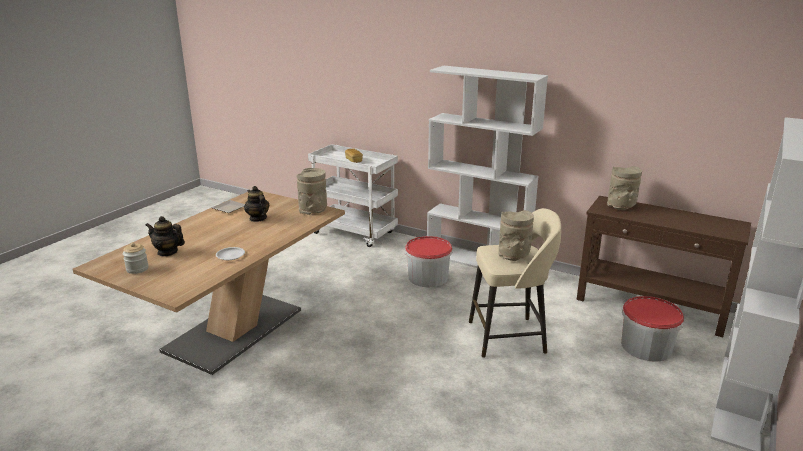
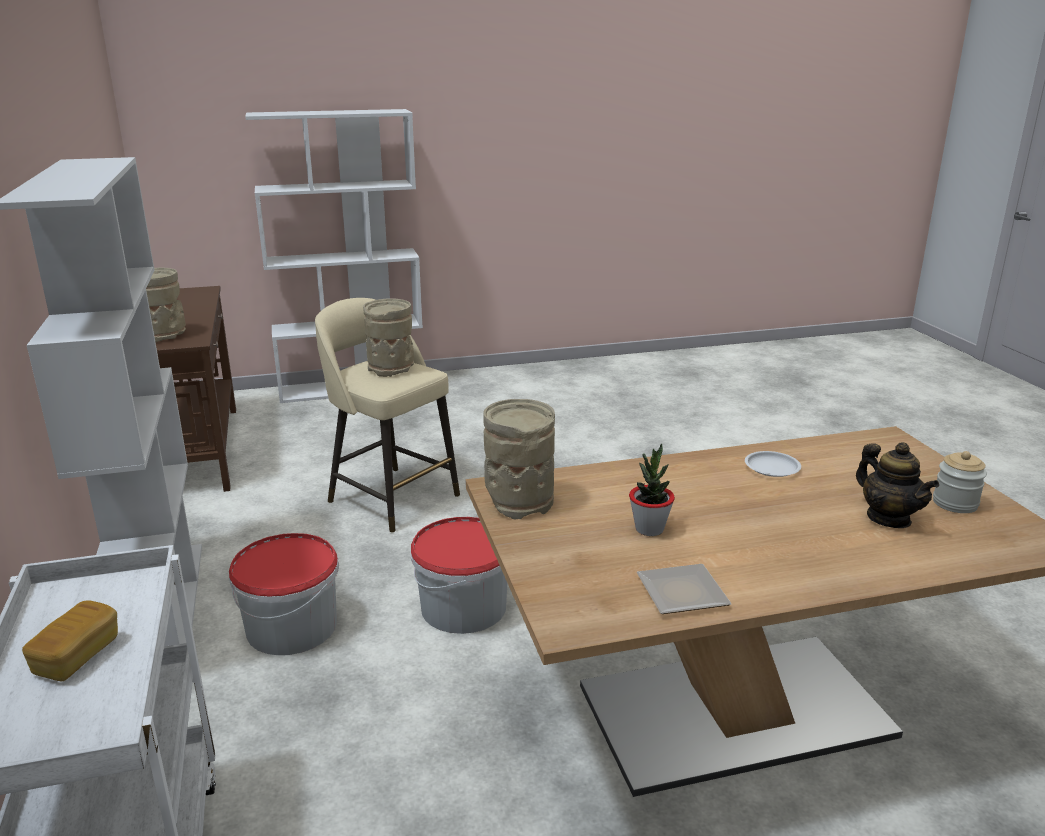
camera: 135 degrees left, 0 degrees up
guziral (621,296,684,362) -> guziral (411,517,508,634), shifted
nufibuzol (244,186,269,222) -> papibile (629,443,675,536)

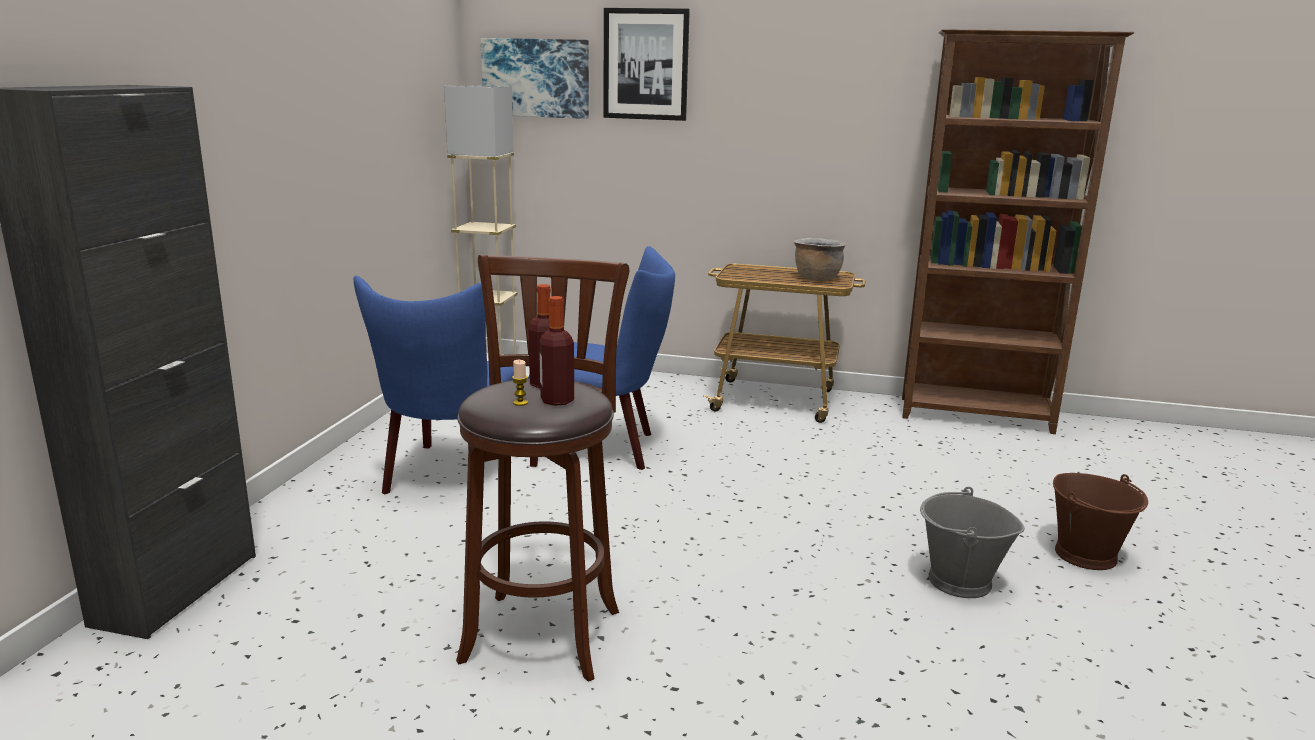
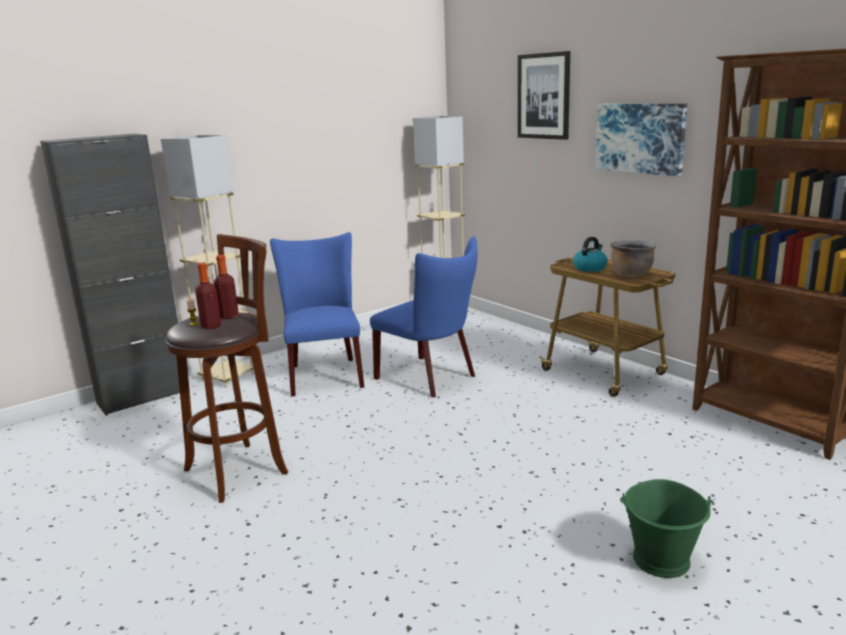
camera: 40 degrees right, 0 degrees up
grey_guziral (920,487,1025,598) -> none
none -> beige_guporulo (161,135,254,387)
none -> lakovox (573,237,608,272)
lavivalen (481,38,589,119) -> lavivalen (596,103,687,176), shifted
brown_guziral (1053,473,1148,570) -> green_guziral (620,479,714,578)
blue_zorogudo (354,276,514,495) -> blue_zorogudo (270,232,365,397), 120 degrees clockwise

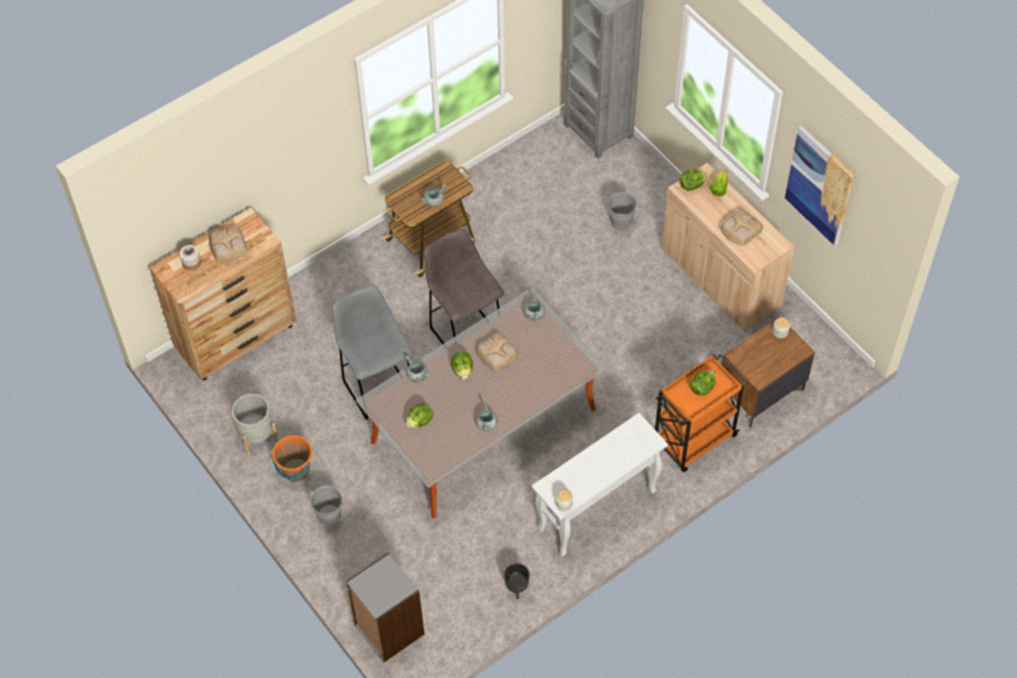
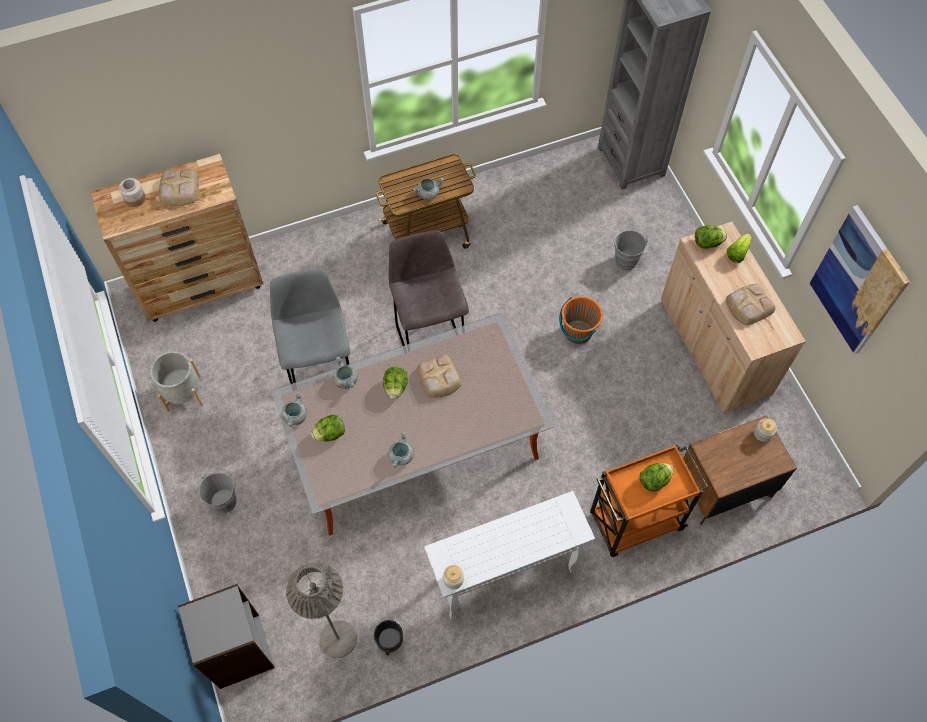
camera: 15 degrees right, 5 degrees up
none -> grey_guporulo (286,562,357,658)
orange_guziral (272,435,312,482) -> orange_guziral (559,296,603,344), shifted
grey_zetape (524,292,545,321) -> grey_zetape (282,392,307,427), shifted

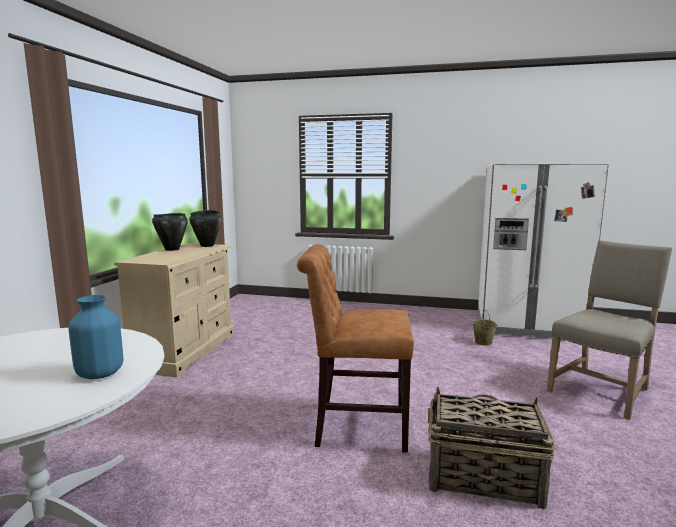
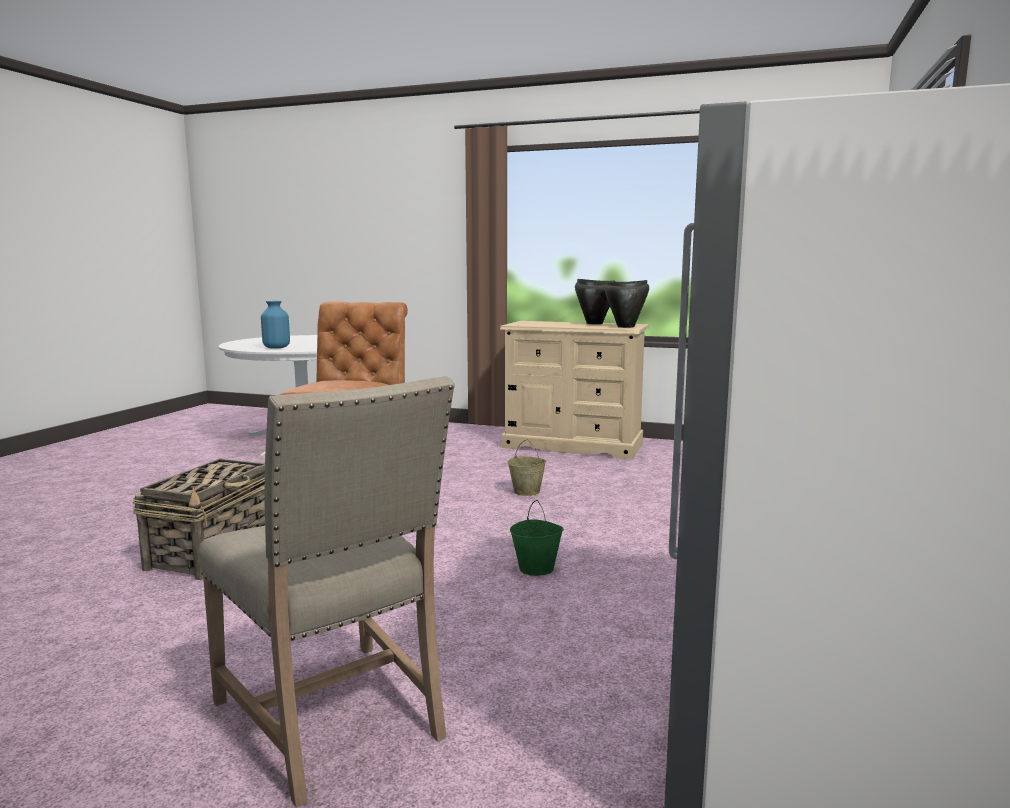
camera: 95 degrees right, 0 degrees up
none -> green_guziral (510,500,563,576)
beige_guziral (472,310,497,346) -> beige_guziral (508,439,546,496), shifted

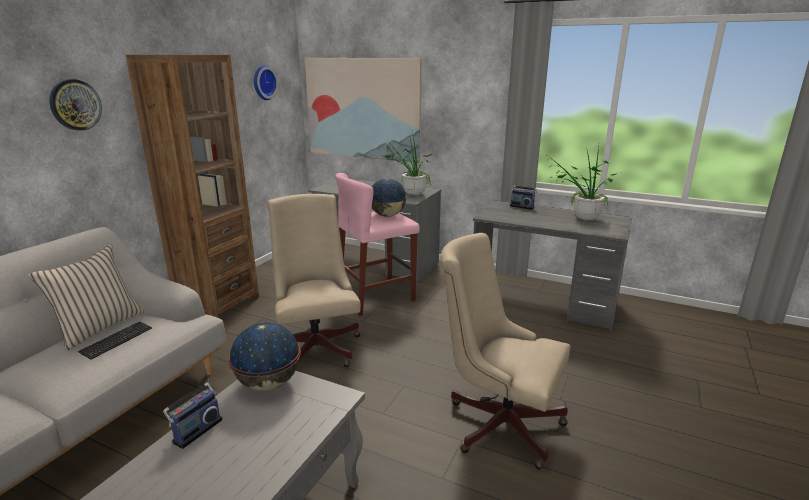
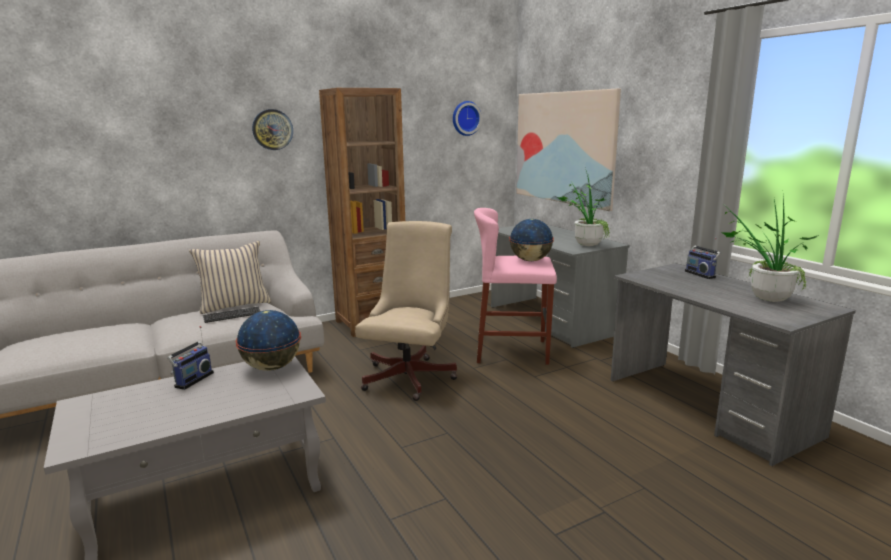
camera: 35 degrees right, 5 degrees down
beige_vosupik (441,233,570,470) -> none
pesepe (163,368,222,449) -> pesepe (167,326,214,390), 45 degrees counterclockwise

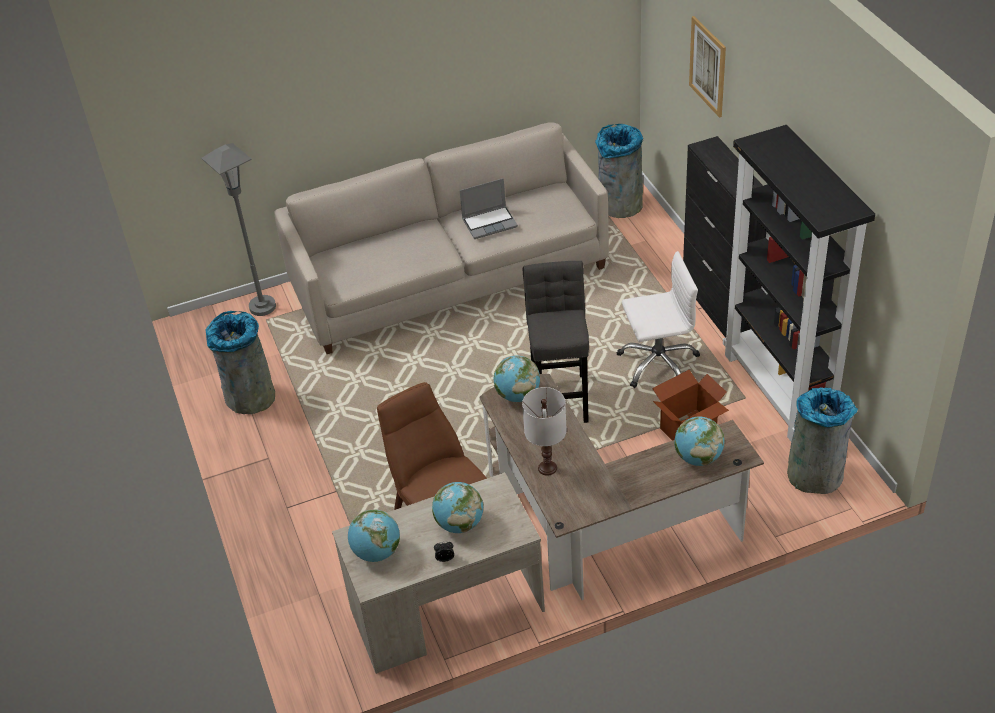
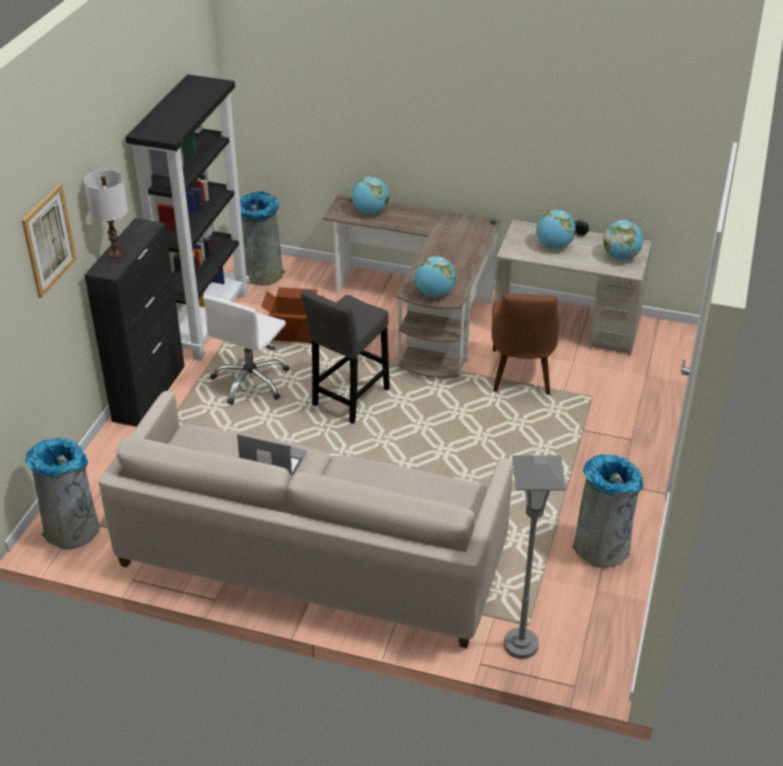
camera: 145 degrees left, 5 degrees down
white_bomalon (522,387,567,476) -> white_bomalon (84,170,128,259), shifted
white_vosupik (617,251,700,388) -> white_vosupik (203,295,290,405), 90 degrees counterclockwise

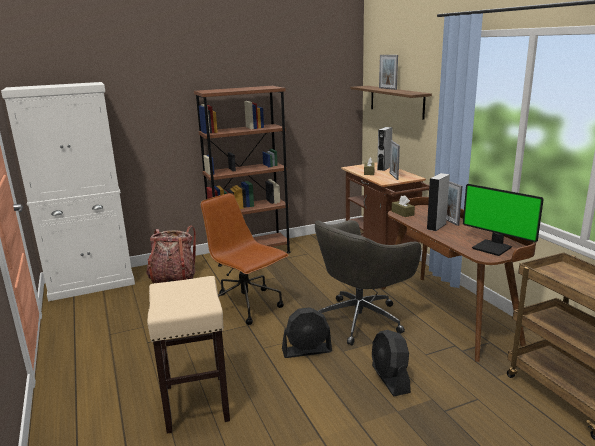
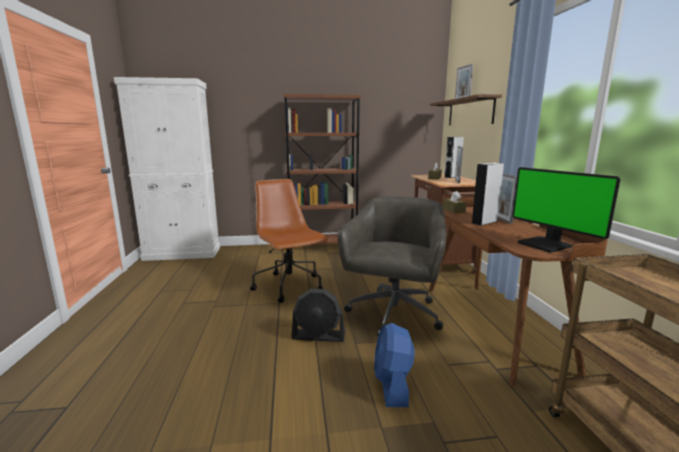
camera: 15 degrees right, 5 degrees down
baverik (146,225,196,284) -> none
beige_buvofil (147,276,230,434) -> none
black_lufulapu (372,330,411,396) -> blue_lufulapu (374,323,414,407)
grey_vosupik (315,220,421,345) -> grey_vosupik (338,196,446,336), 135 degrees clockwise

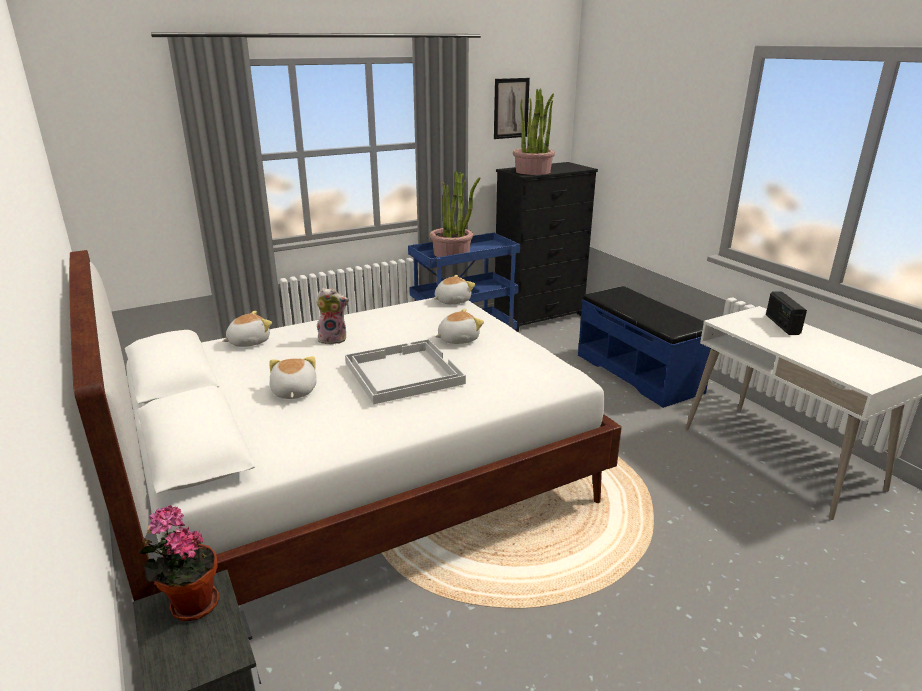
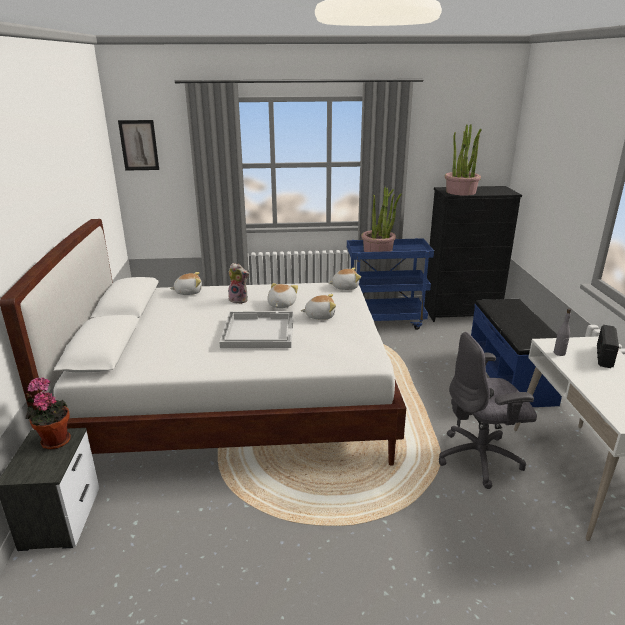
camera: 25 degrees right, 0 degrees up
none -> grey_vosupik (439,332,537,489)
none -> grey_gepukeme (554,309,571,356)
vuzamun (269,356,317,399) -> vuzamun (267,283,298,308), shifted
lavivalen (494,78,530,139) -> lavivalen (118,120,159,171), shifted

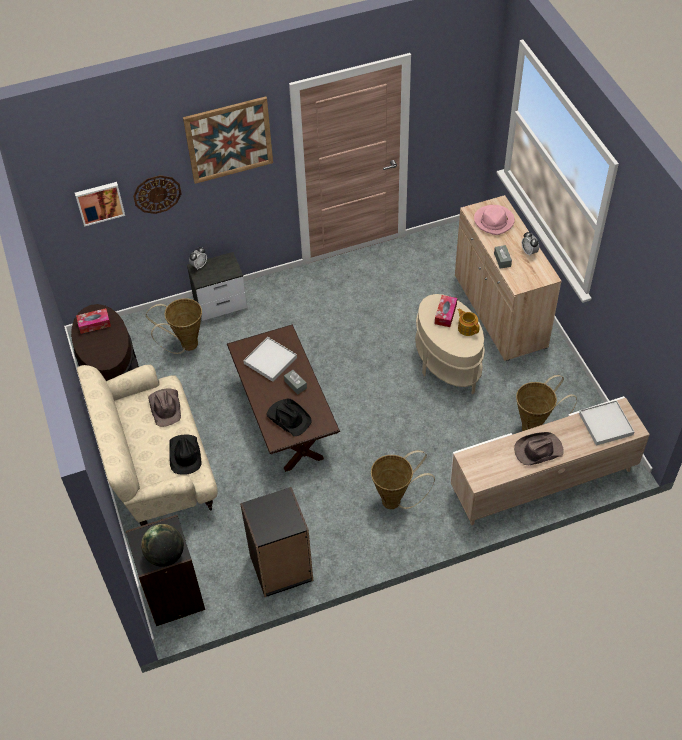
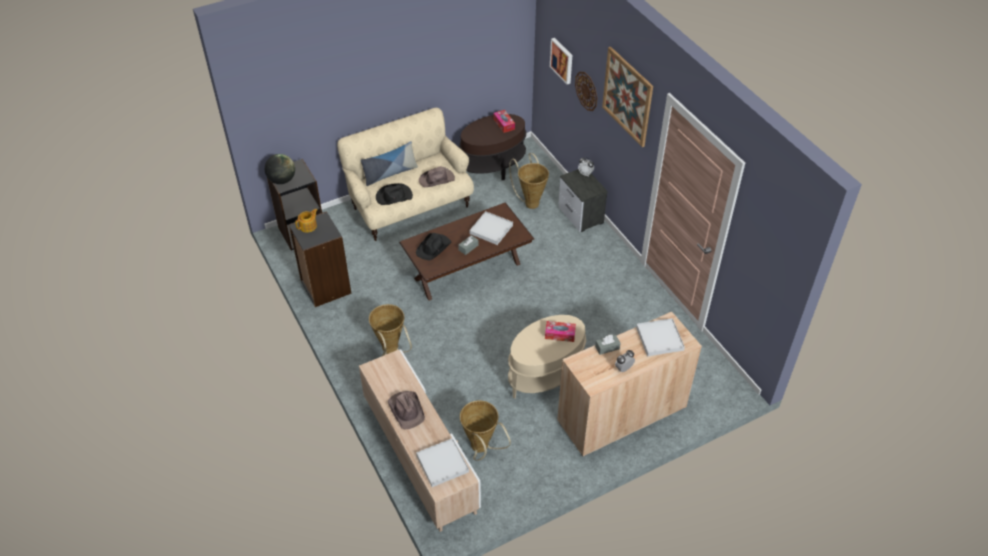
camera: 80 degrees right, 5 degrees down
none -> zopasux (360,141,418,186)
nufibuzol (458,308,480,336) -> nufibuzol (295,209,317,233), shifted
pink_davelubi (474,205,515,235) -> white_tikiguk (636,318,685,356)

